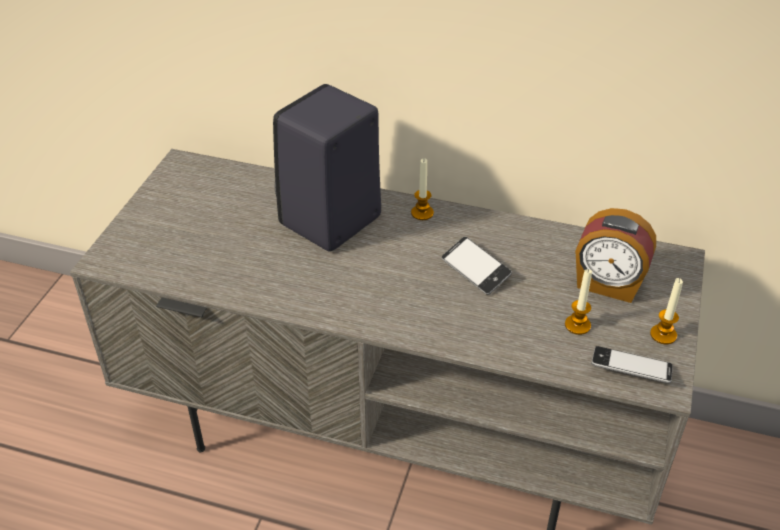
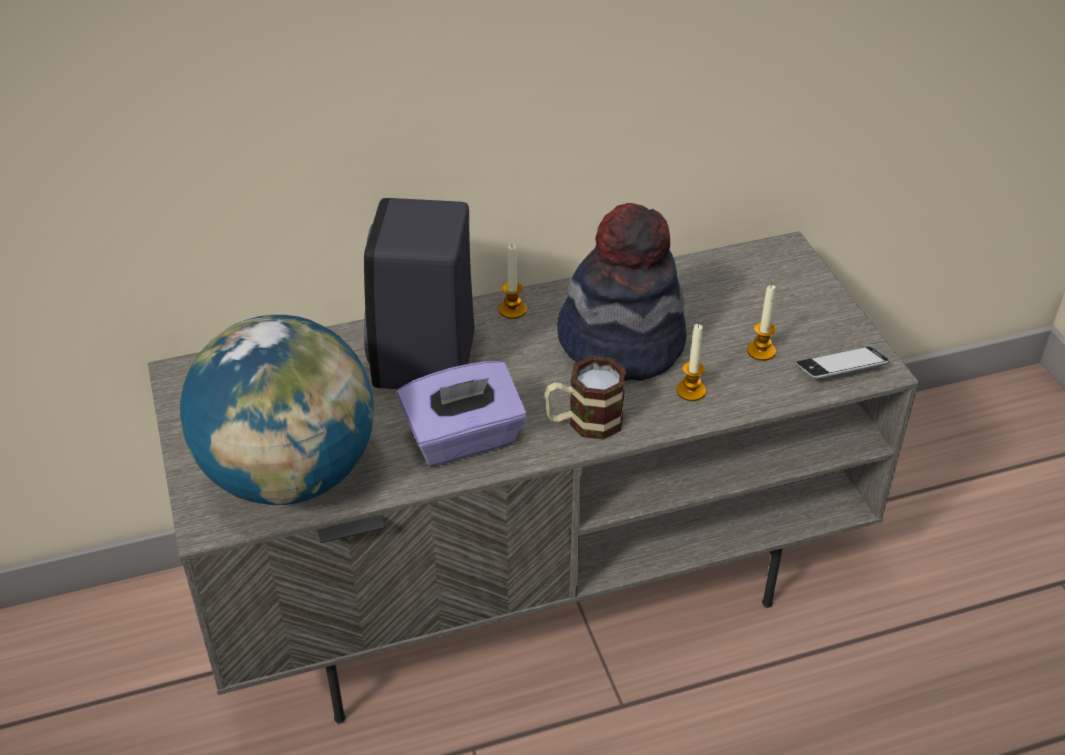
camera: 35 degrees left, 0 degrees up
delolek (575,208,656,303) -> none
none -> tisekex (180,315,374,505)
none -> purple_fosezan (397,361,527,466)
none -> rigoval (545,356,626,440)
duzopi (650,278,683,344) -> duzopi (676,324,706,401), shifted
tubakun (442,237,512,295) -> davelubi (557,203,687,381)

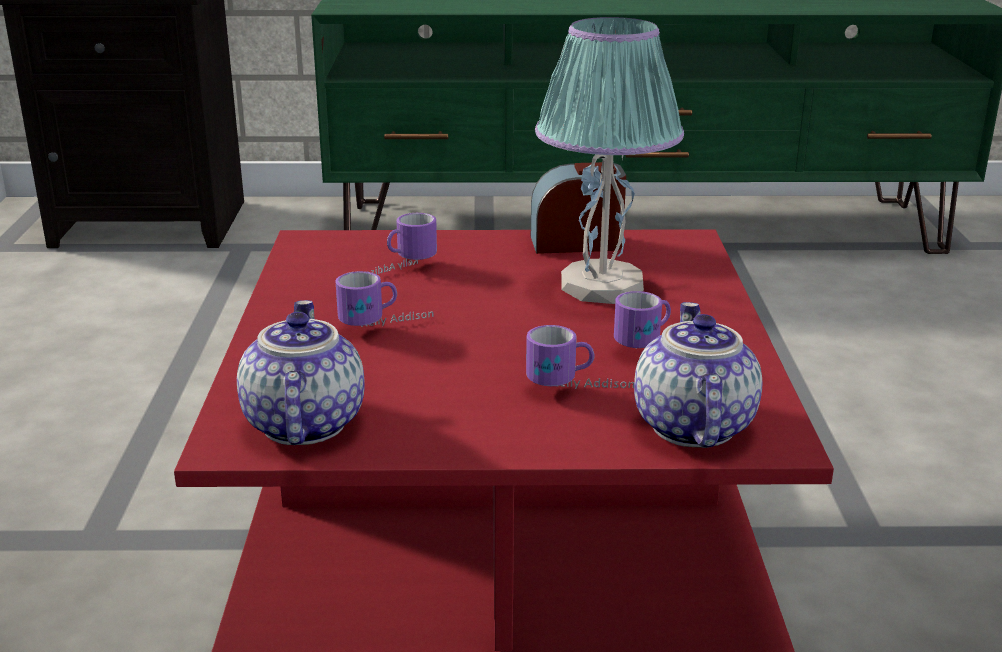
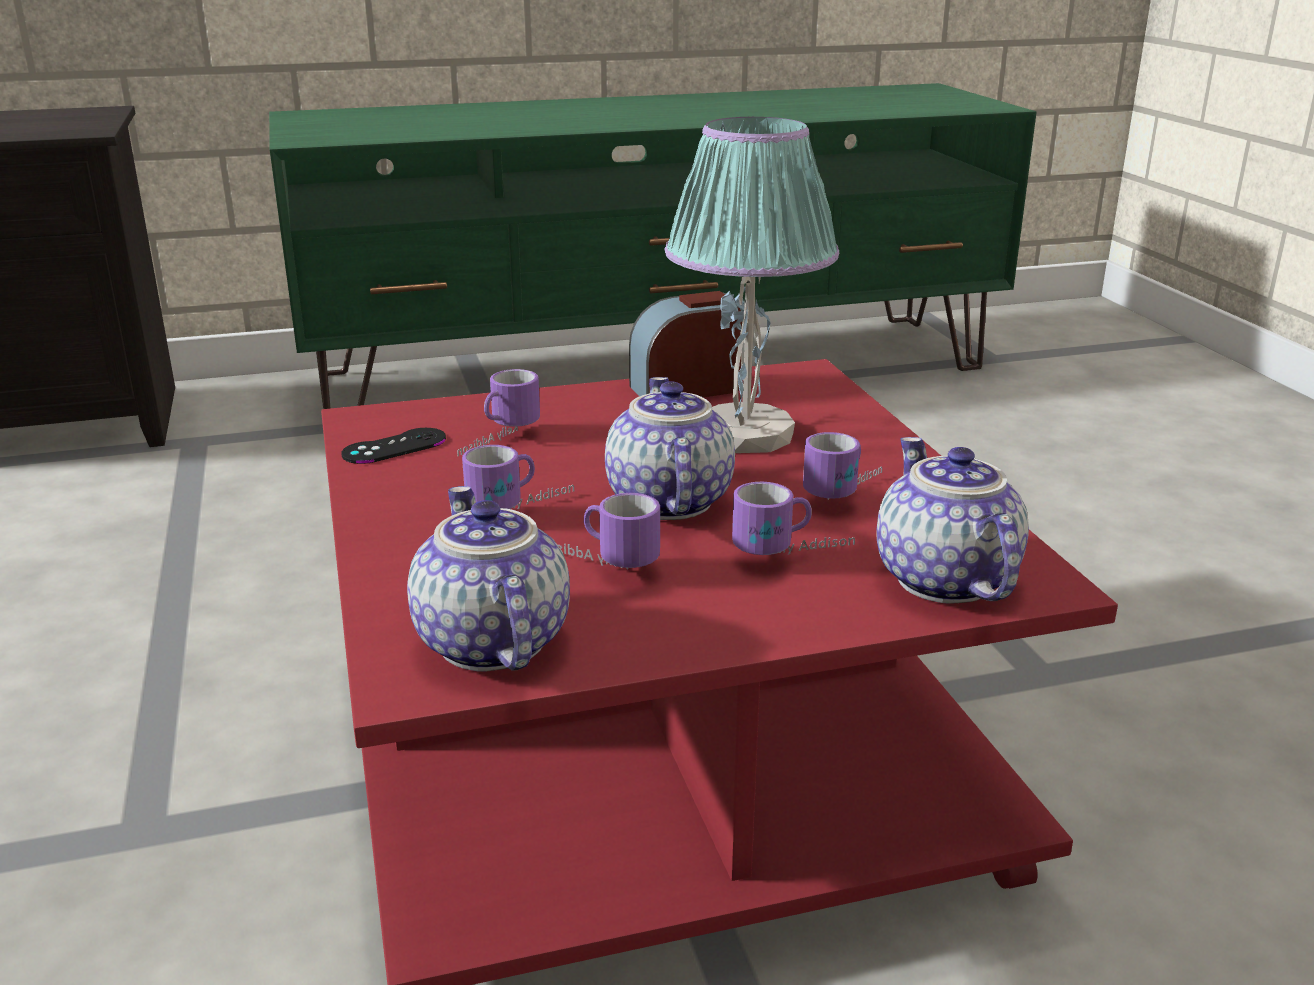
camera: 15 degrees left, 0 degrees up
none -> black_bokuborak (341,428,446,464)
none -> rigoval (558,493,660,569)
none -> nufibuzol (605,377,735,520)

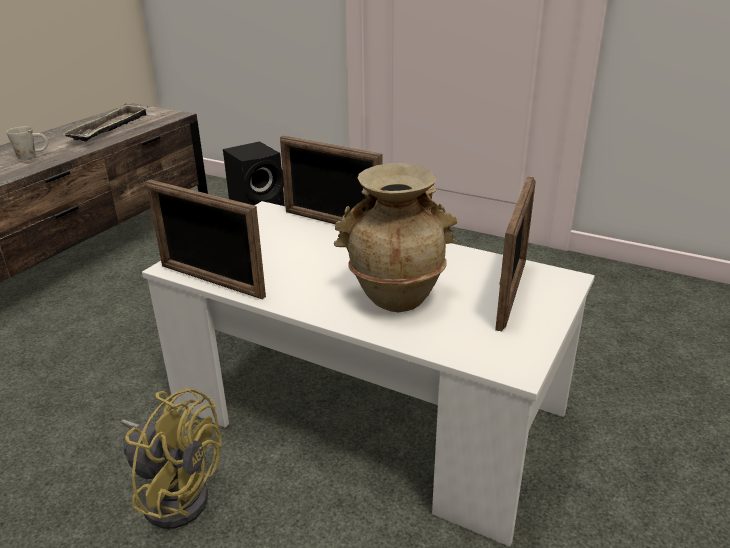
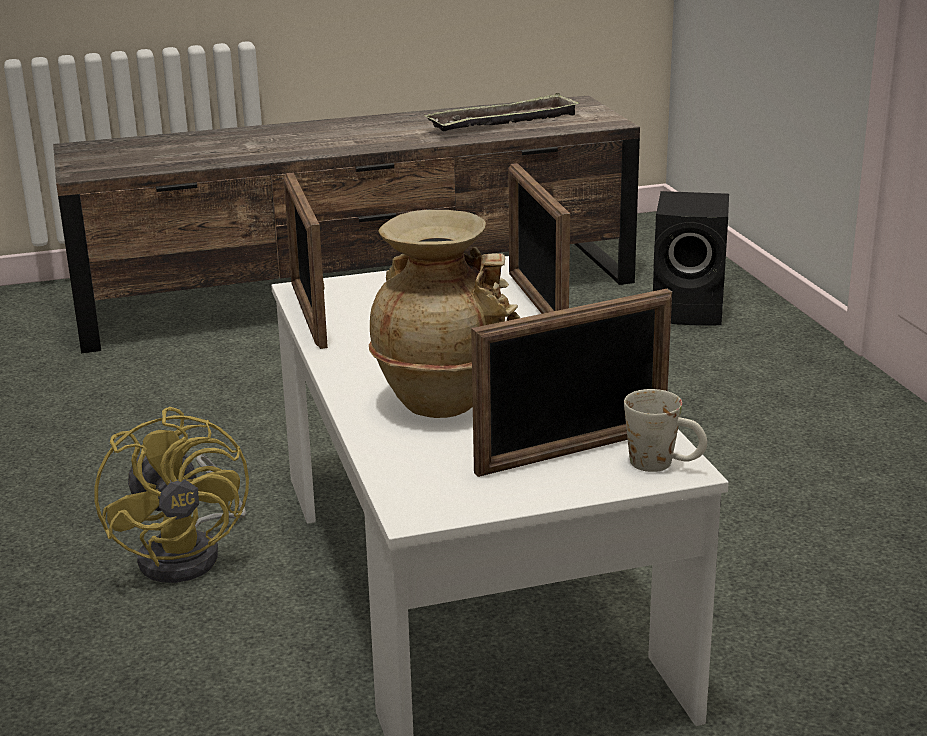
camera: 45 degrees right, 5 degrees down
white_rigoval (6,127,48,160) -> white_rigoval (624,389,707,472), shifted

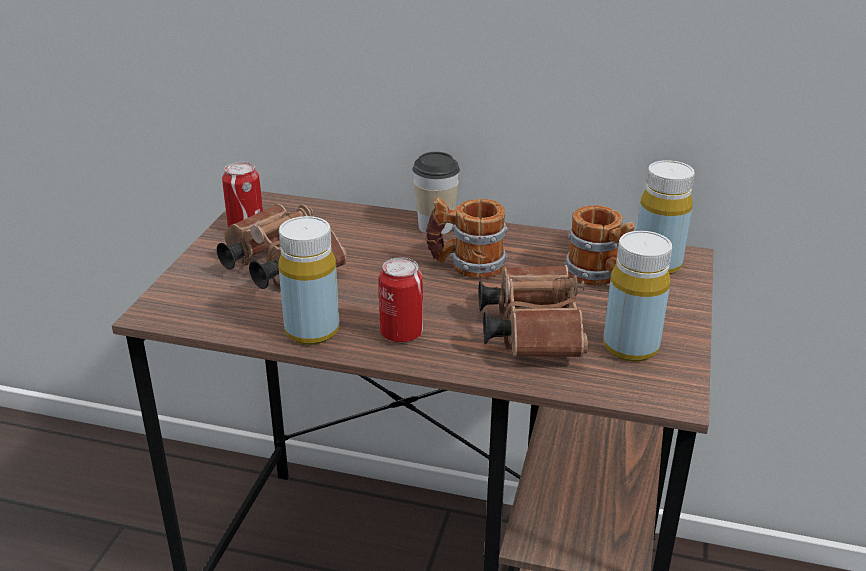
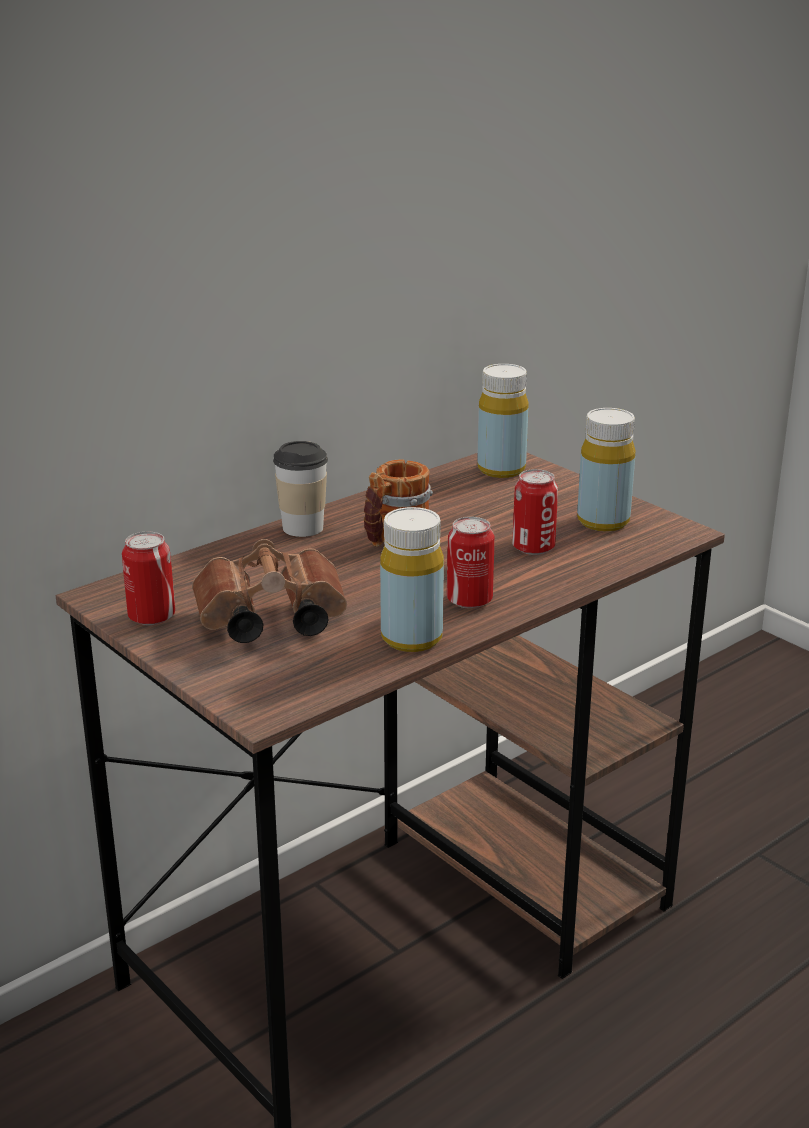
camera: 55 degrees left, 5 degrees down
rigoval (564,205,635,286) -> none
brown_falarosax (479,265,588,357) -> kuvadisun (512,469,558,555)

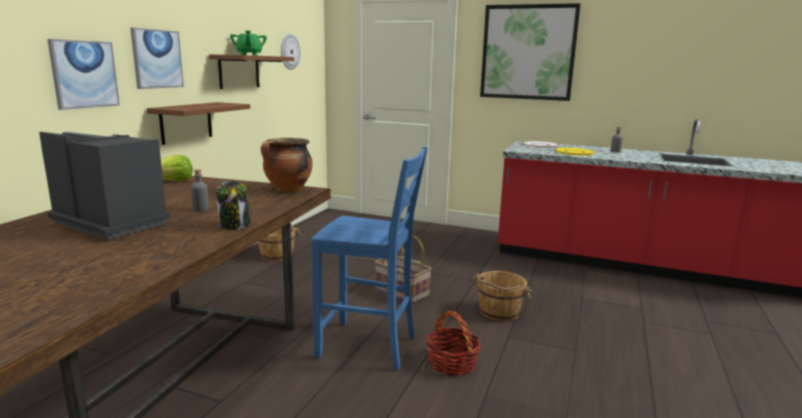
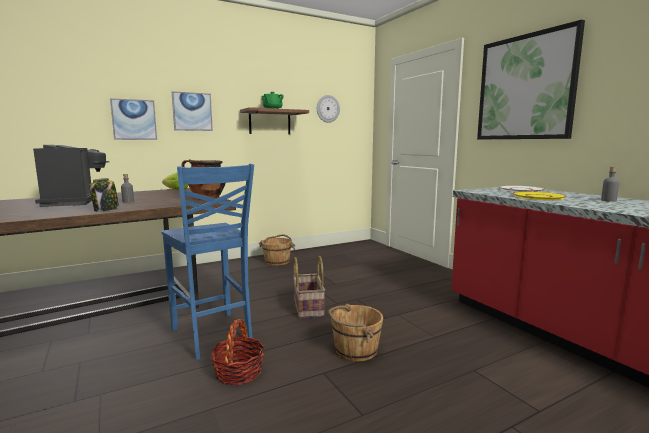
camera: 40 degrees right, 5 degrees down
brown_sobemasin (147,102,250,145) -> none

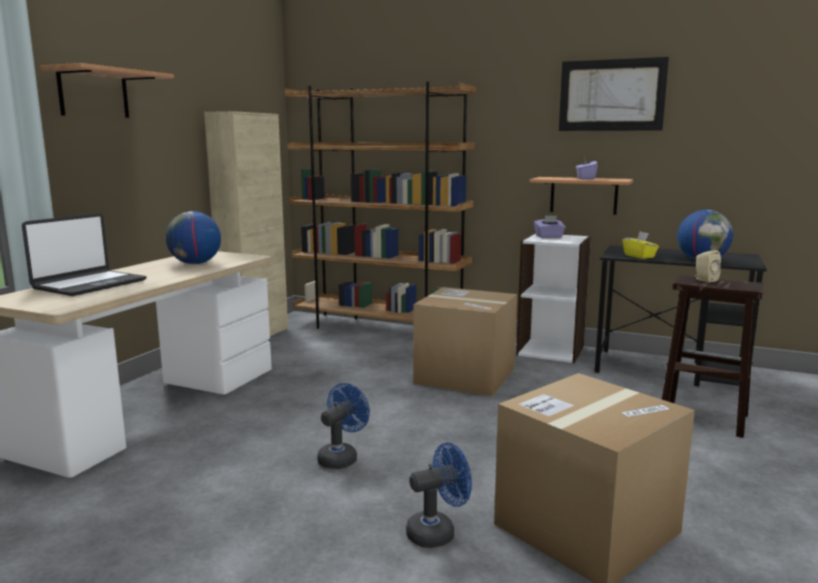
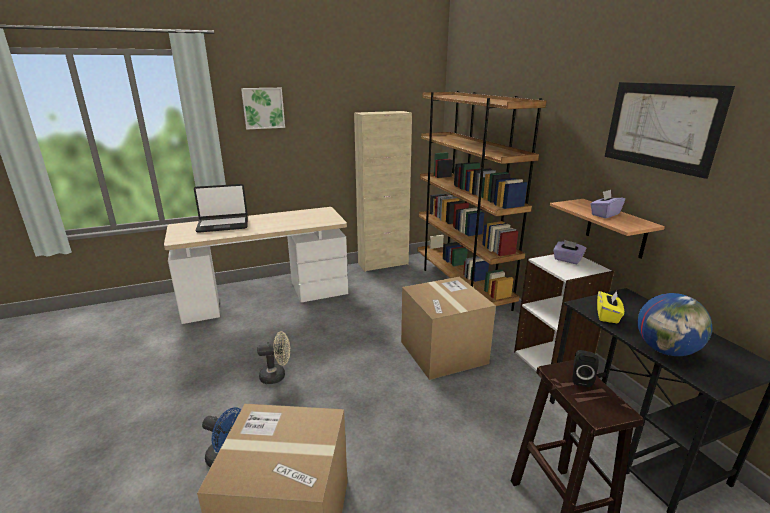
camera: 45 degrees right, 10 degrees up
tisekex (166,211,221,264) -> none
sobemasin (40,63,174,118) -> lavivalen (241,88,285,130)
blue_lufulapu (317,383,370,469) -> beige_lufulapu (257,331,290,384)
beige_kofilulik (695,250,721,282) -> black_kofilulik (573,350,599,387)

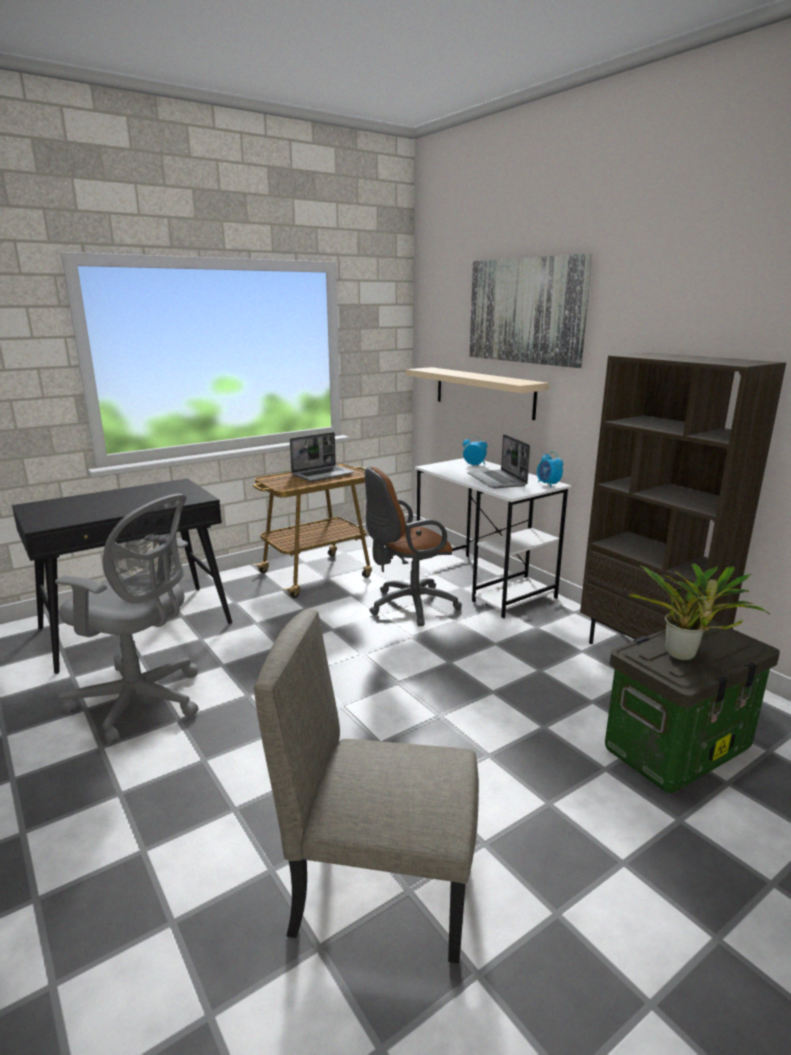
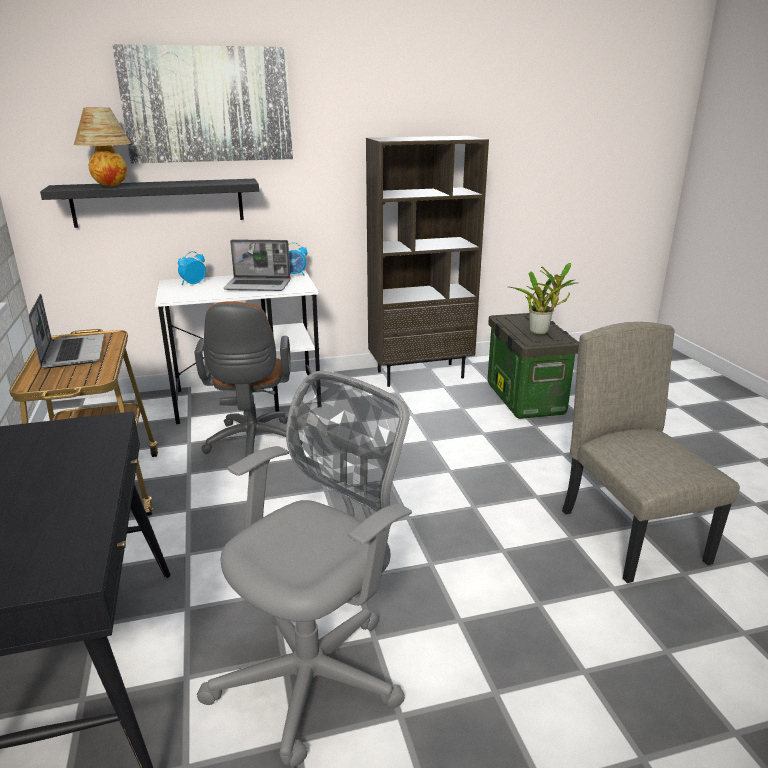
camera: 70 degrees left, 5 degrees up
none -> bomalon (74,107,131,187)
beige_sobemasin (406,367,549,420) -> black_sobemasin (40,179,259,228)
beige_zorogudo (254,609,479,964) -> beige_zorogudo (562,322,740,583), 135 degrees clockwise

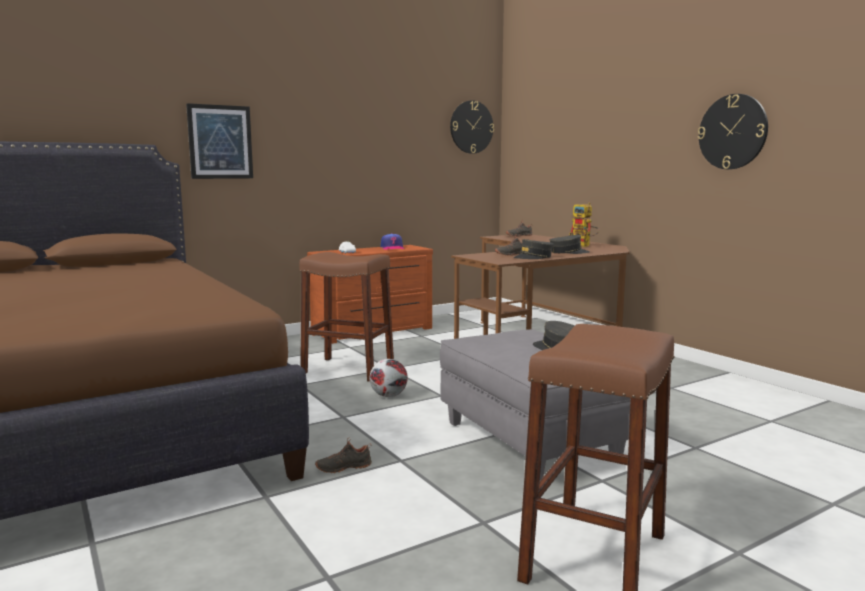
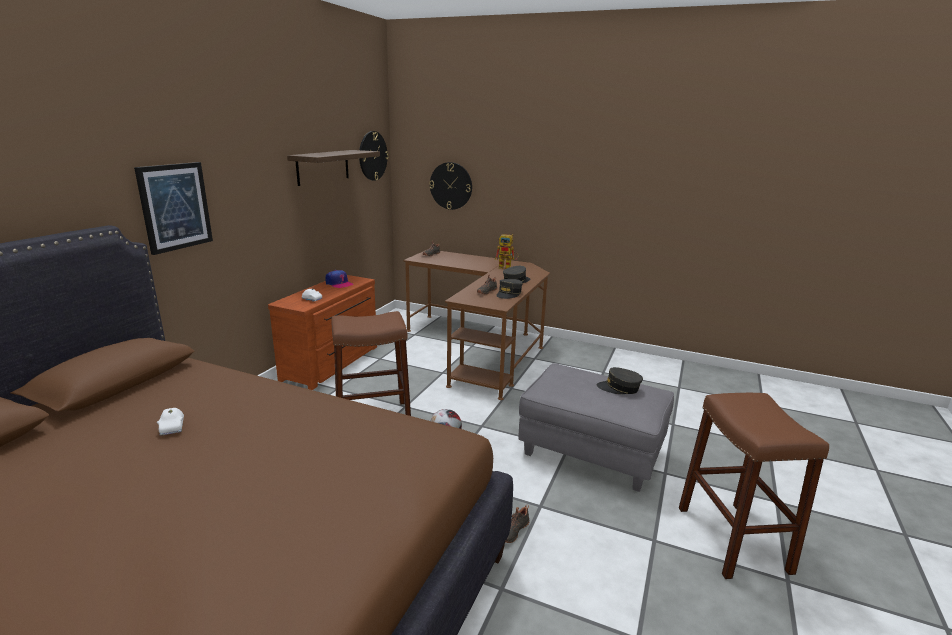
camera: 35 degrees left, 10 degrees up
none -> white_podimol (157,408,184,435)
none -> sobemasin (287,150,380,186)
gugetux (698,94,768,169) -> gugetux (429,162,472,210), shifted

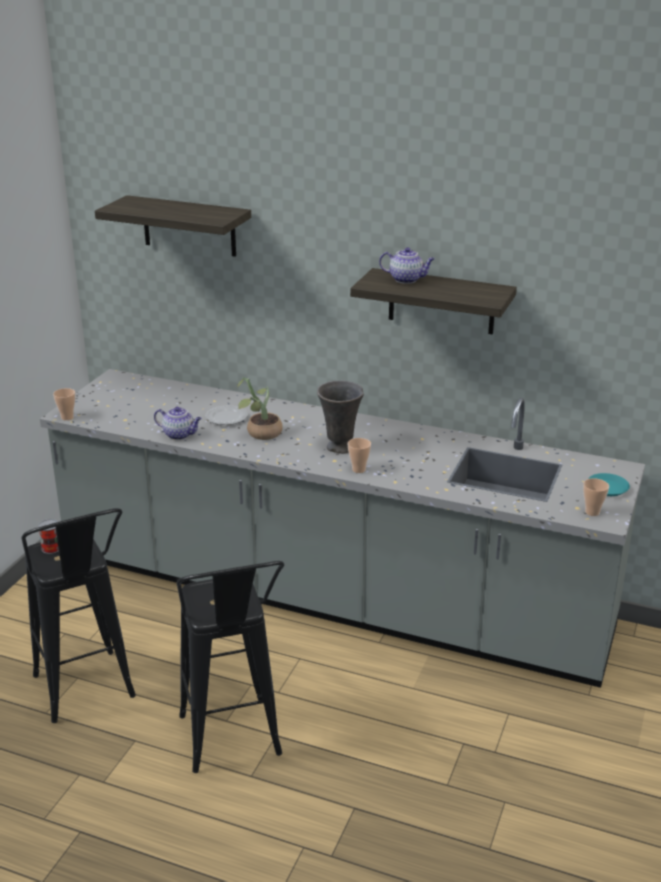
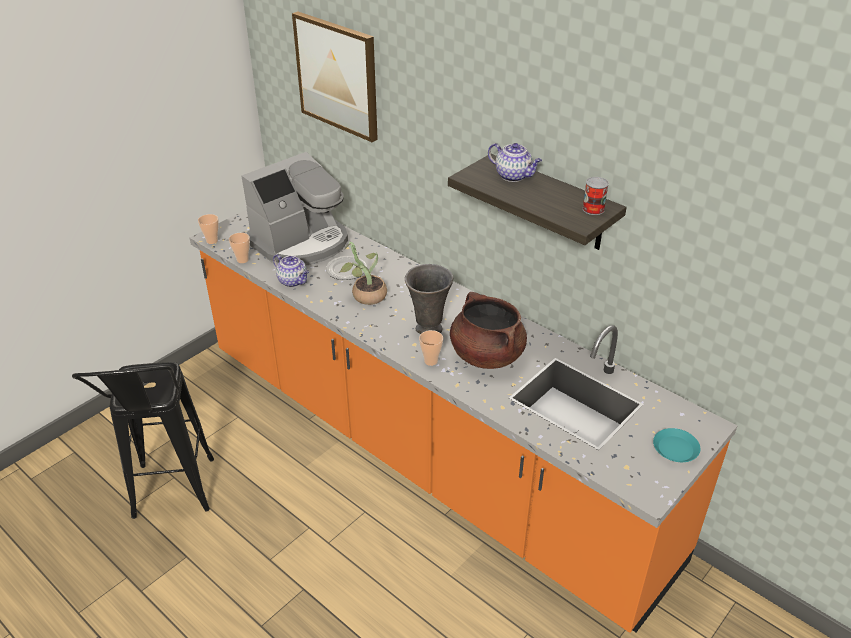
camera: 20 degrees right, 10 degrees up
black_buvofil (176,561,284,773) -> none
none -> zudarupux (242,152,348,265)
none -> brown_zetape (450,292,527,369)
kuvadisun (38,519,59,554) -> kuvadisun (582,177,609,215), shifted
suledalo (583,478,609,516) -> suledalo (229,233,250,263), shifted
sobemasin (95,195,251,257) -> lavivalen (292,11,378,142)
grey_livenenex (40,369,645,688) -> orange_livenenex (190,209,737,633)

